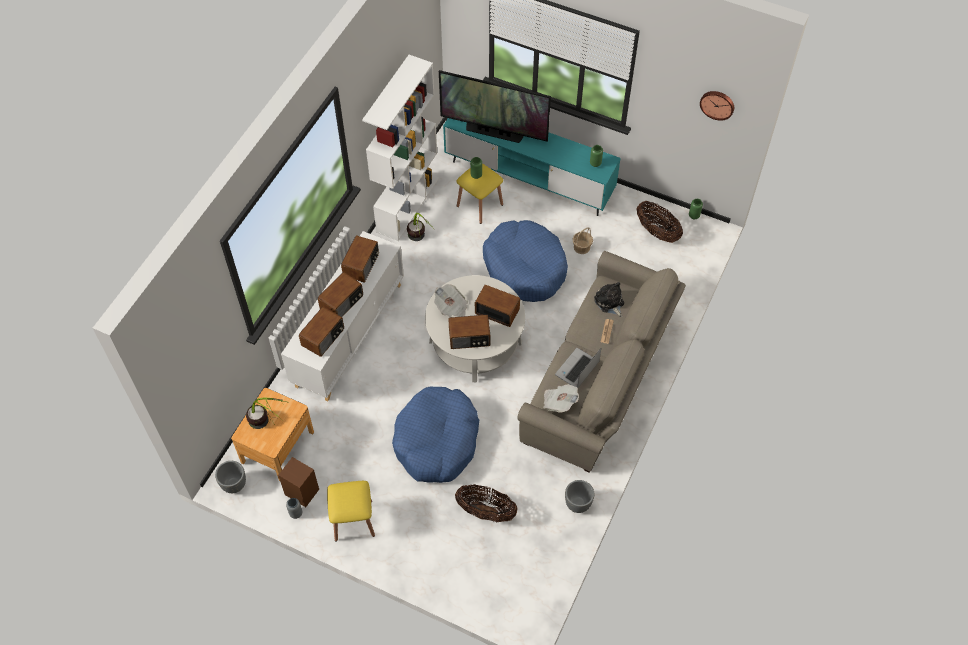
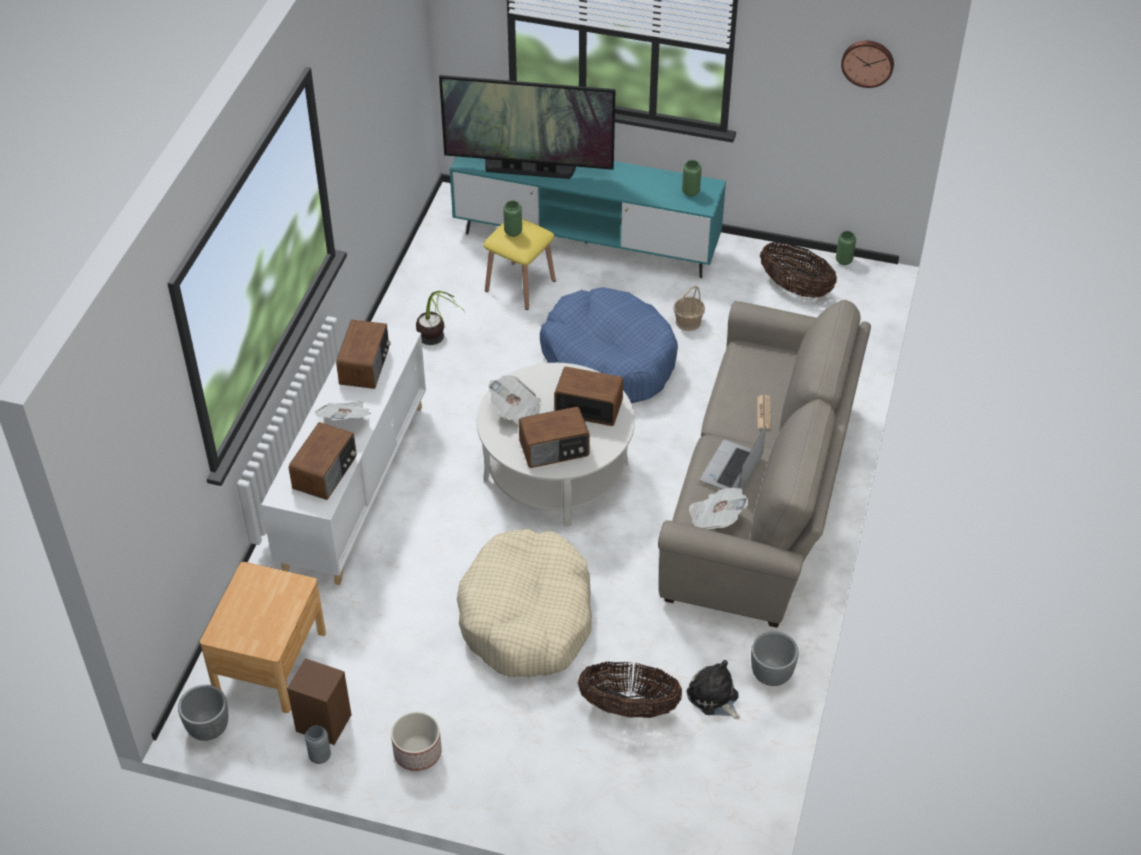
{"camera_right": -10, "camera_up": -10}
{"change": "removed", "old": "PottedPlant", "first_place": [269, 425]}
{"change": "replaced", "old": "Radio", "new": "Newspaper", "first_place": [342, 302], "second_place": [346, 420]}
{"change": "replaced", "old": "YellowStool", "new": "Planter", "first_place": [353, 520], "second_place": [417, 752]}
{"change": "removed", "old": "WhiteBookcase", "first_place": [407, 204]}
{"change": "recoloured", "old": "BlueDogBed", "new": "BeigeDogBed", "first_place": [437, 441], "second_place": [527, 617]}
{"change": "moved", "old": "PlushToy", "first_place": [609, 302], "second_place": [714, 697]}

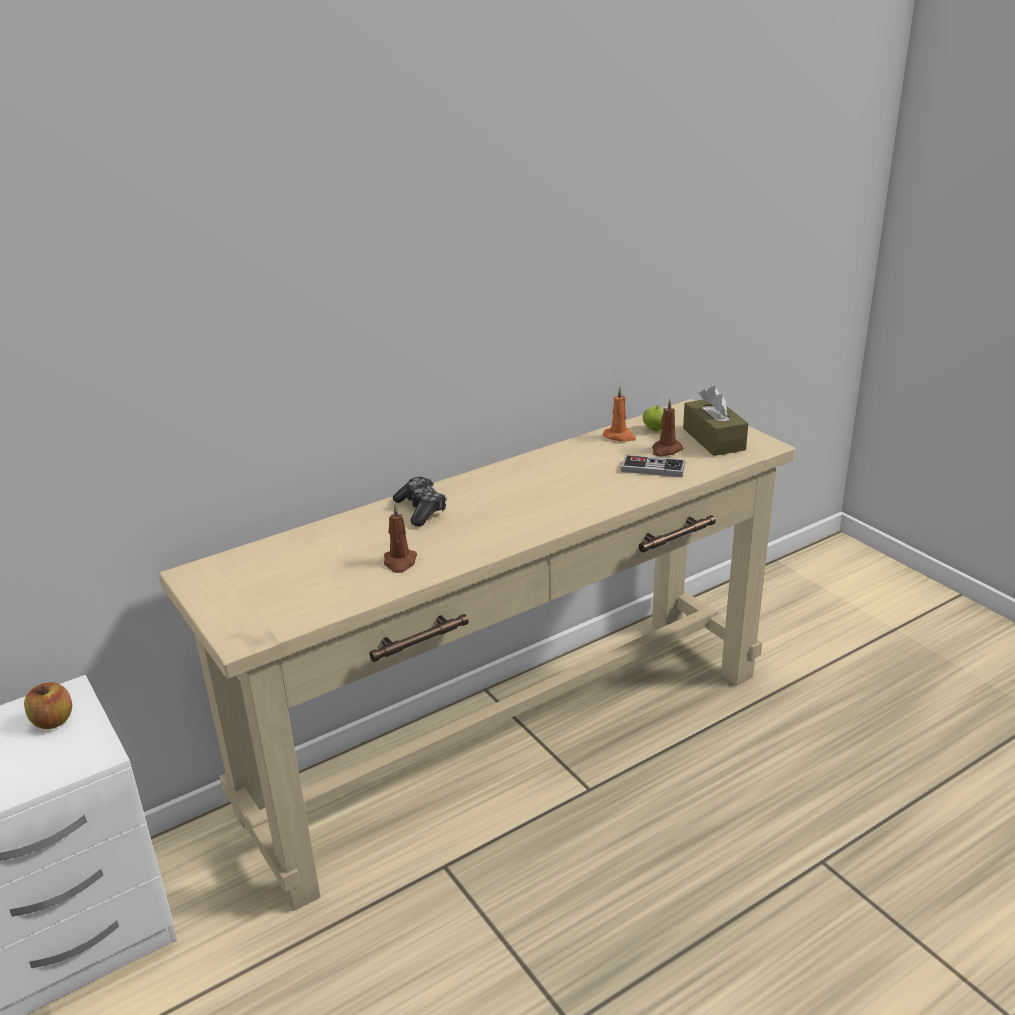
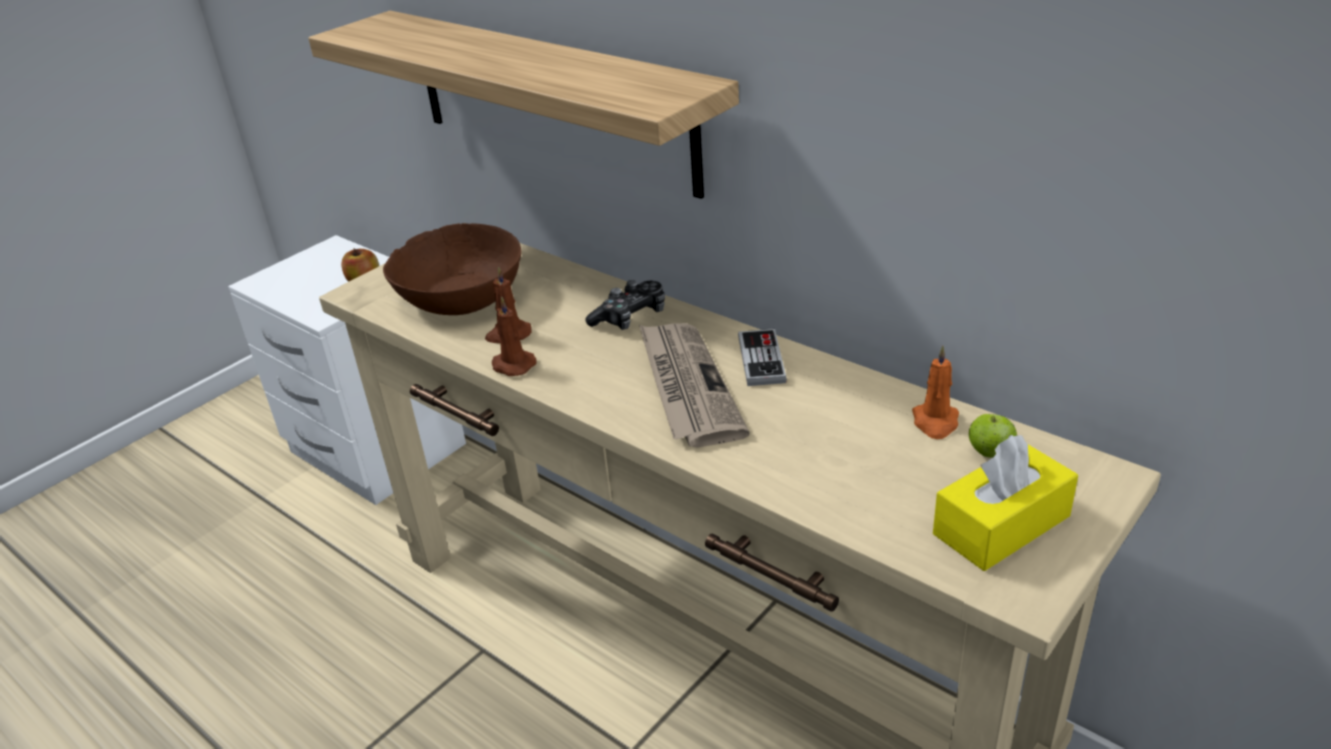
{"camera_right": 75, "camera_up": 5}
{"change": "moved", "old": "GameController", "first_place": [653, 468], "second_place": [761, 360]}
{"change": "moved", "old": "BrownCandle", "first_place": [666, 450], "second_place": [512, 365]}
{"change": "recoloured", "old": "BrownTissueBox", "new": "YellowTissueBox", "first_place": [713, 439], "second_place": [1001, 525]}
{"change": "added", "new": "Shelf", "second_place": [550, 99]}
{"change": "added", "new": "BrownBowl", "second_place": [460, 296]}
{"change": "added", "new": "Newspaper", "second_place": [686, 386]}

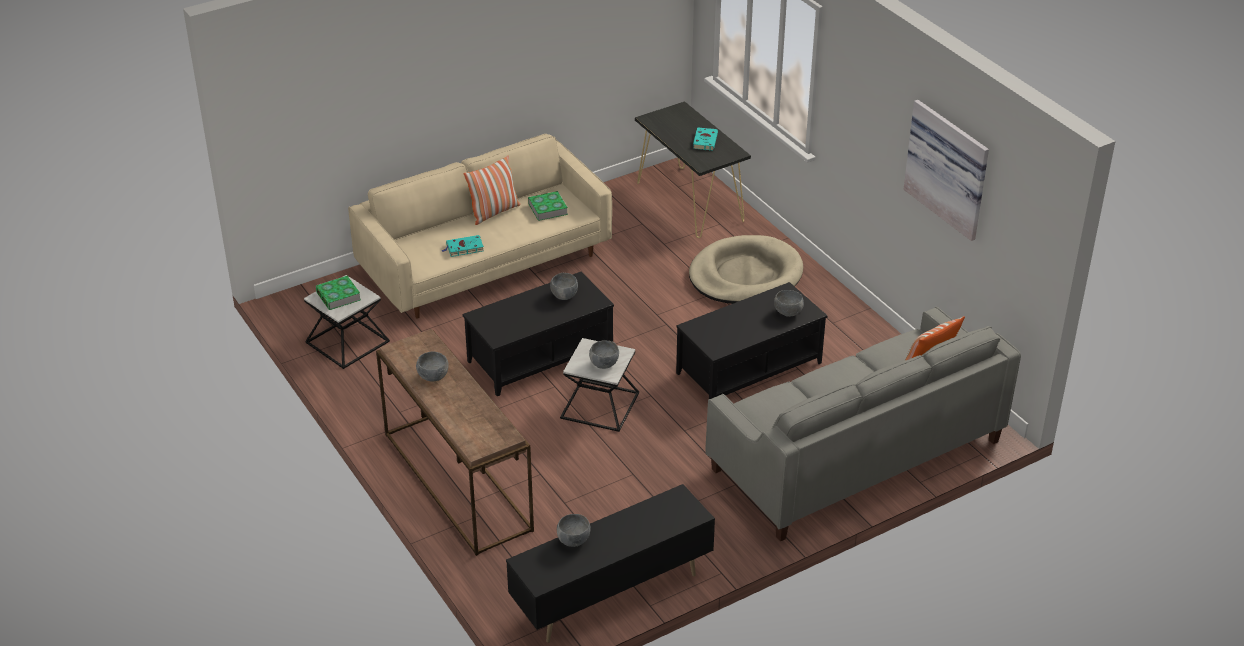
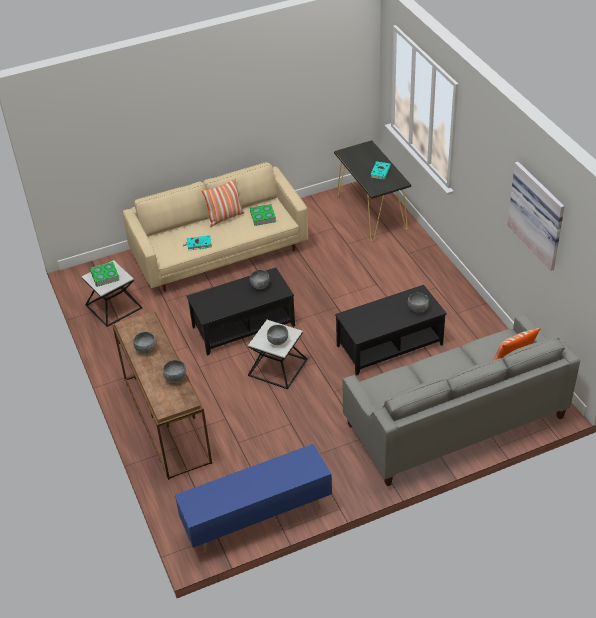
{"camera_right": 10, "camera_up": 5}
{"change": "recoloured", "old": "BlackTvStand", "new": "BlueTvStand", "first_place": [611, 595], "second_place": [256, 519]}
{"change": "moved", "old": "GreyBowl", "first_place": [573, 541], "second_place": [175, 378]}
{"change": "removed", "old": "BeigeDogBed", "first_place": [745, 275]}

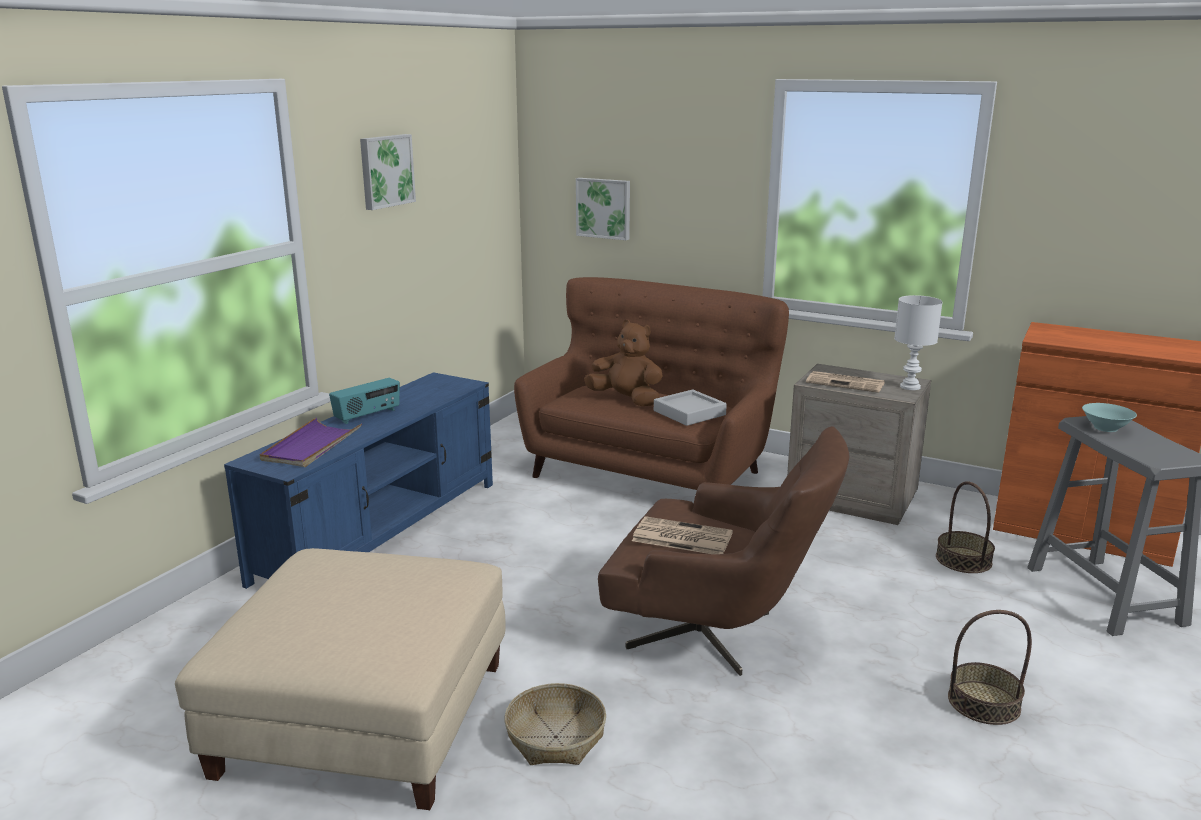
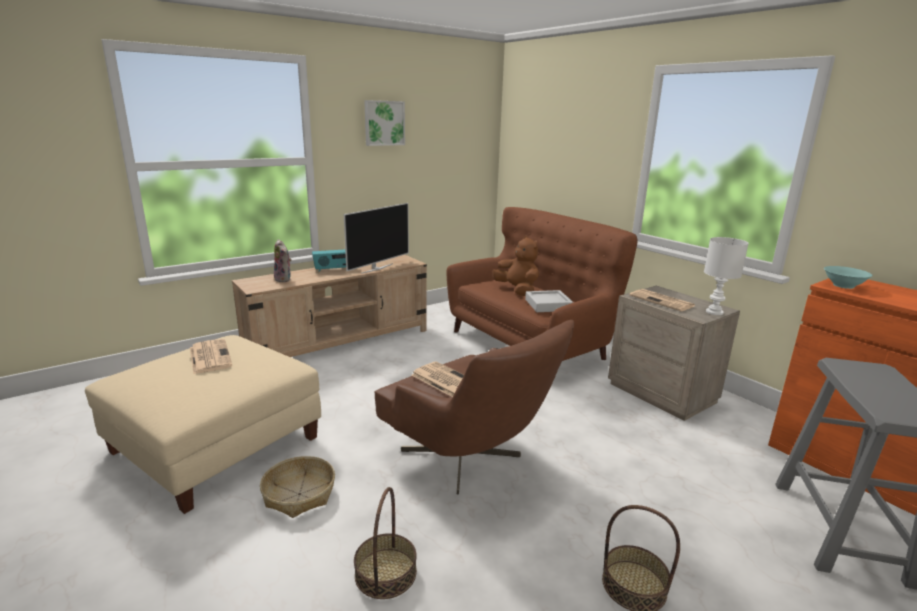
{"camera_right": 25, "camera_up": 0}
{"change": "recoloured", "old": "BlueTvStand", "new": "BeigeTvStand", "first_place": [381, 530], "second_place": [340, 342]}
{"change": "replaced", "old": "PurpleTray", "new": "PlushToy", "first_place": [311, 446], "second_place": [284, 279]}
{"change": "removed", "old": "Picture", "first_place": [604, 208]}
{"change": "moved", "old": "Basket", "first_place": [963, 560], "second_place": [386, 573]}
{"change": "moved", "old": "TurquoiseBowl", "first_place": [1105, 428], "second_place": [842, 285]}
{"change": "added", "new": "Newspaper", "second_place": [209, 356]}
{"change": "added", "new": "Television", "second_place": [376, 268]}

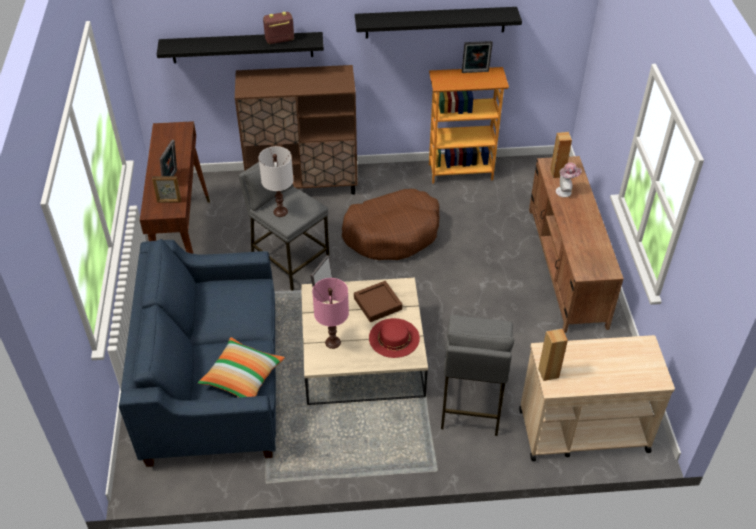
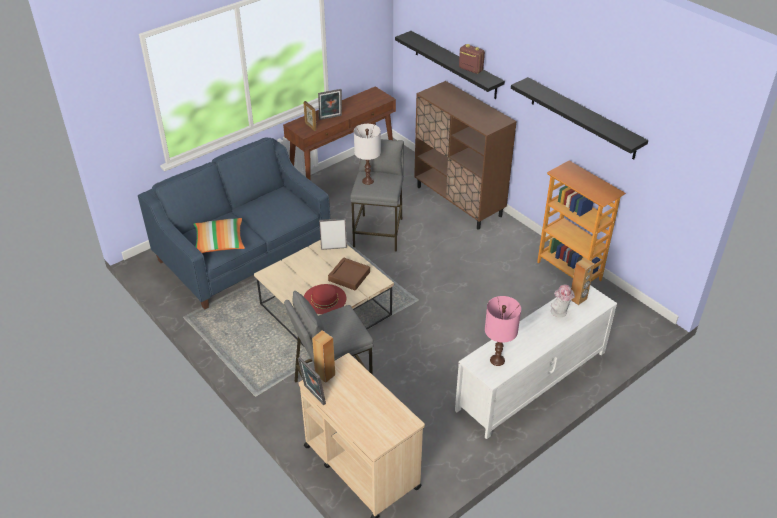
{"camera_right": 55, "camera_up": -5}
{"change": "moved", "old": "PinkTableLamp", "first_place": [333, 342], "second_place": [497, 360]}
{"change": "removed", "old": "BrownDogBed", "first_place": [392, 233]}
{"change": "moved", "old": "PictureFrame", "first_place": [475, 72], "second_place": [313, 395]}
{"change": "recoloured", "old": "BrownTvStand", "new": "WhiteTvStand", "first_place": [566, 266], "second_place": [531, 381]}

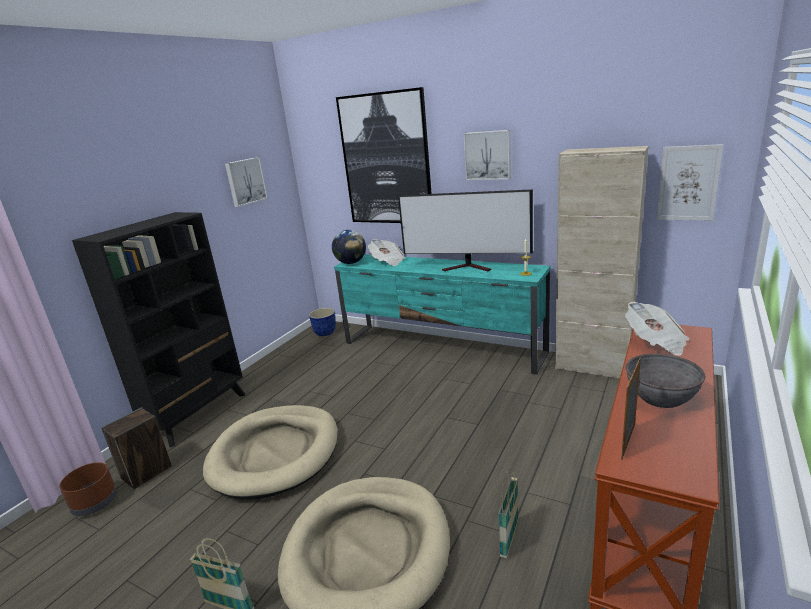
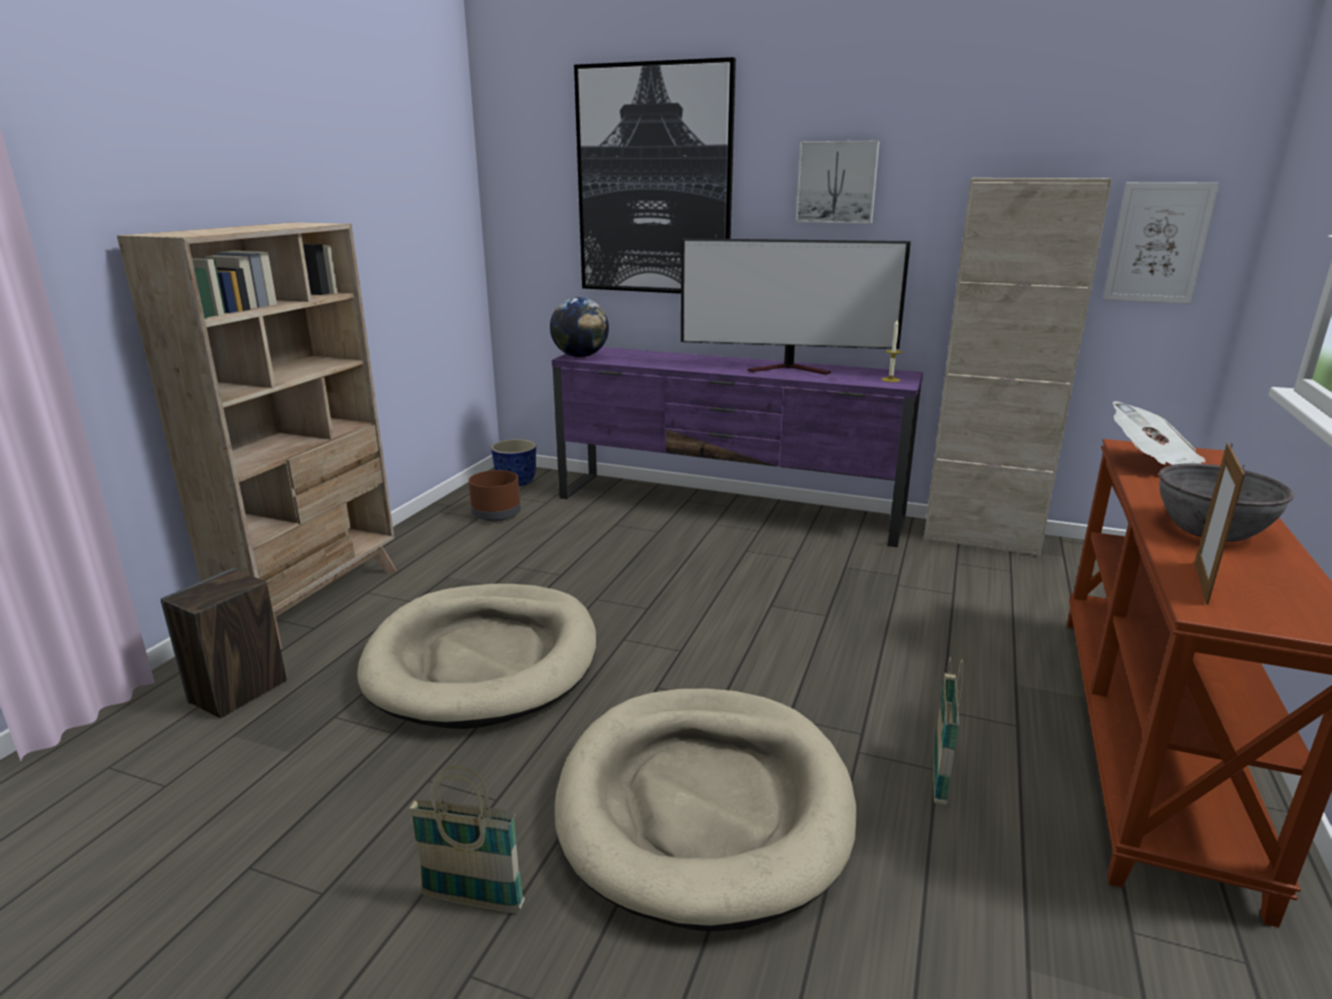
{"camera_right": -10, "camera_up": 0}
{"change": "moved", "old": "BrownPlanter", "first_place": [94, 503], "second_place": [496, 515]}
{"change": "recoloured", "old": "BlackBookcase", "new": "BeigeBookcase", "first_place": [199, 414], "second_place": [315, 600]}
{"change": "removed", "old": "Picture", "first_place": [245, 181]}
{"change": "recoloured", "old": "TurquoiseTvStand", "new": "PurpleTvStand", "first_place": [442, 348], "second_place": [728, 508]}
{"change": "removed", "old": "Newspaper", "first_place": [387, 261]}

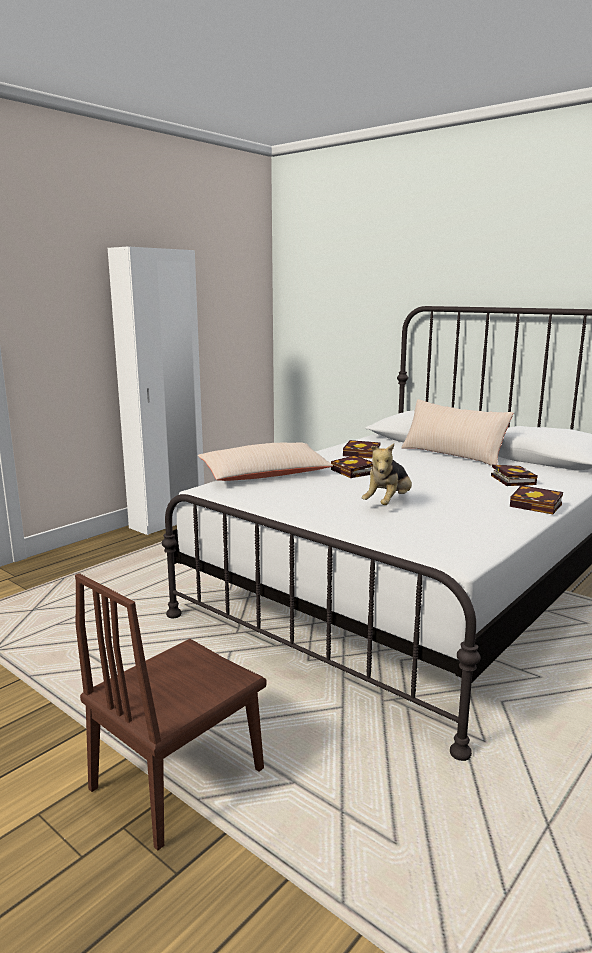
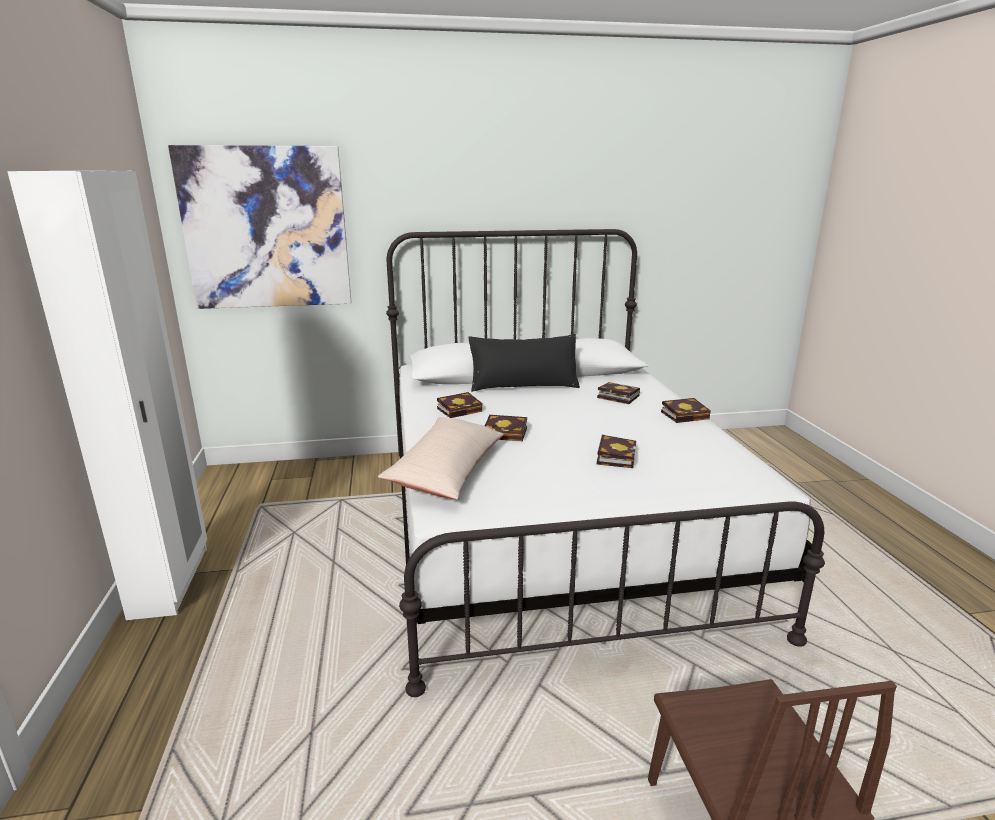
{"camera_right": -50, "camera_up": 5}
{"change": "replaced", "old": "PlushToy", "new": "Book", "first_place": [388, 503], "second_place": [615, 456]}
{"change": "recoloured", "old": "BeigePillow", "new": "BlackPillow", "first_place": [452, 455], "second_place": [523, 385]}
{"change": "added", "new": "Picture", "second_place": [266, 228]}

